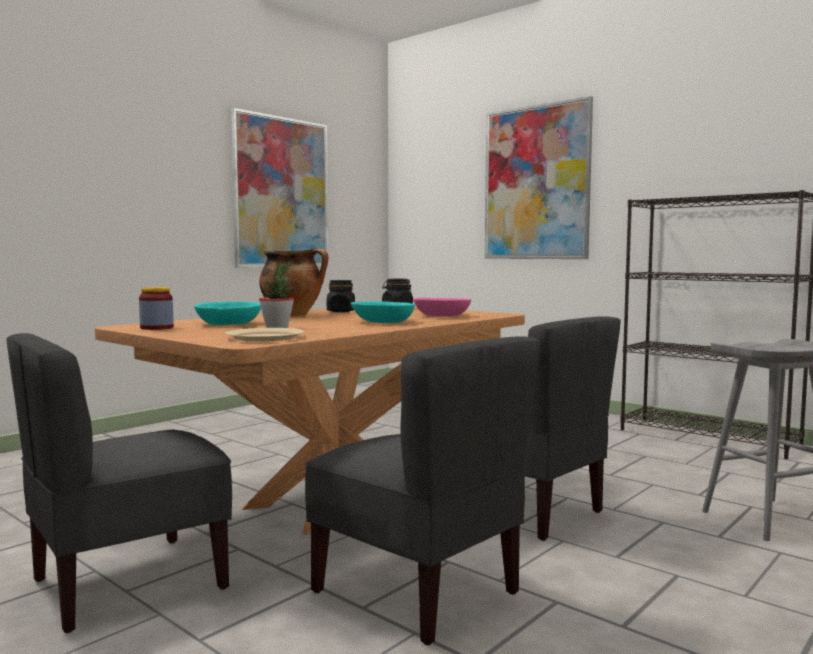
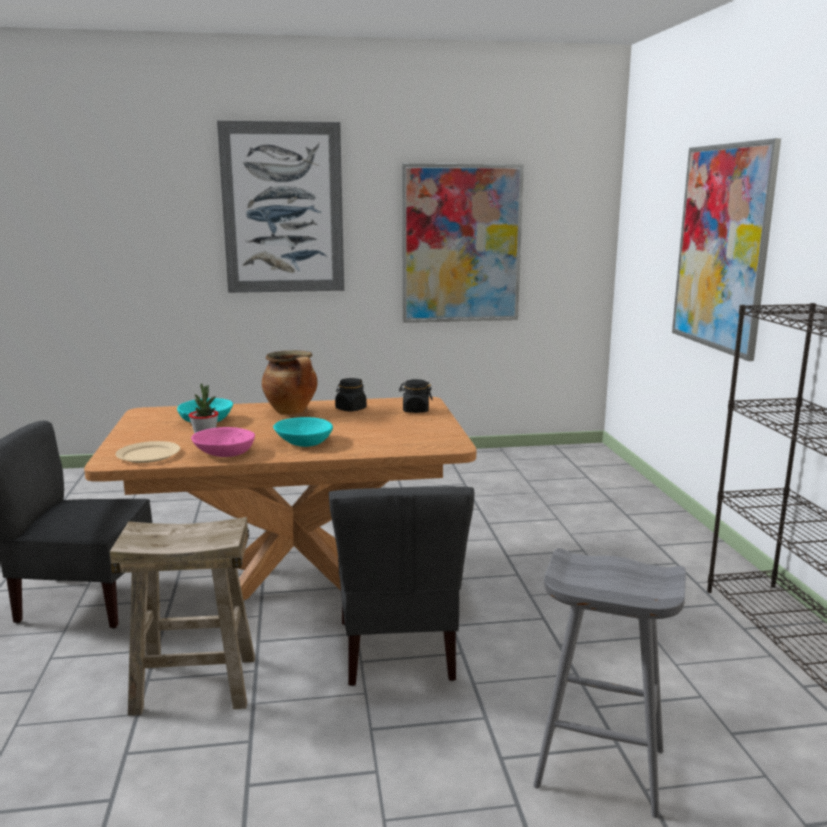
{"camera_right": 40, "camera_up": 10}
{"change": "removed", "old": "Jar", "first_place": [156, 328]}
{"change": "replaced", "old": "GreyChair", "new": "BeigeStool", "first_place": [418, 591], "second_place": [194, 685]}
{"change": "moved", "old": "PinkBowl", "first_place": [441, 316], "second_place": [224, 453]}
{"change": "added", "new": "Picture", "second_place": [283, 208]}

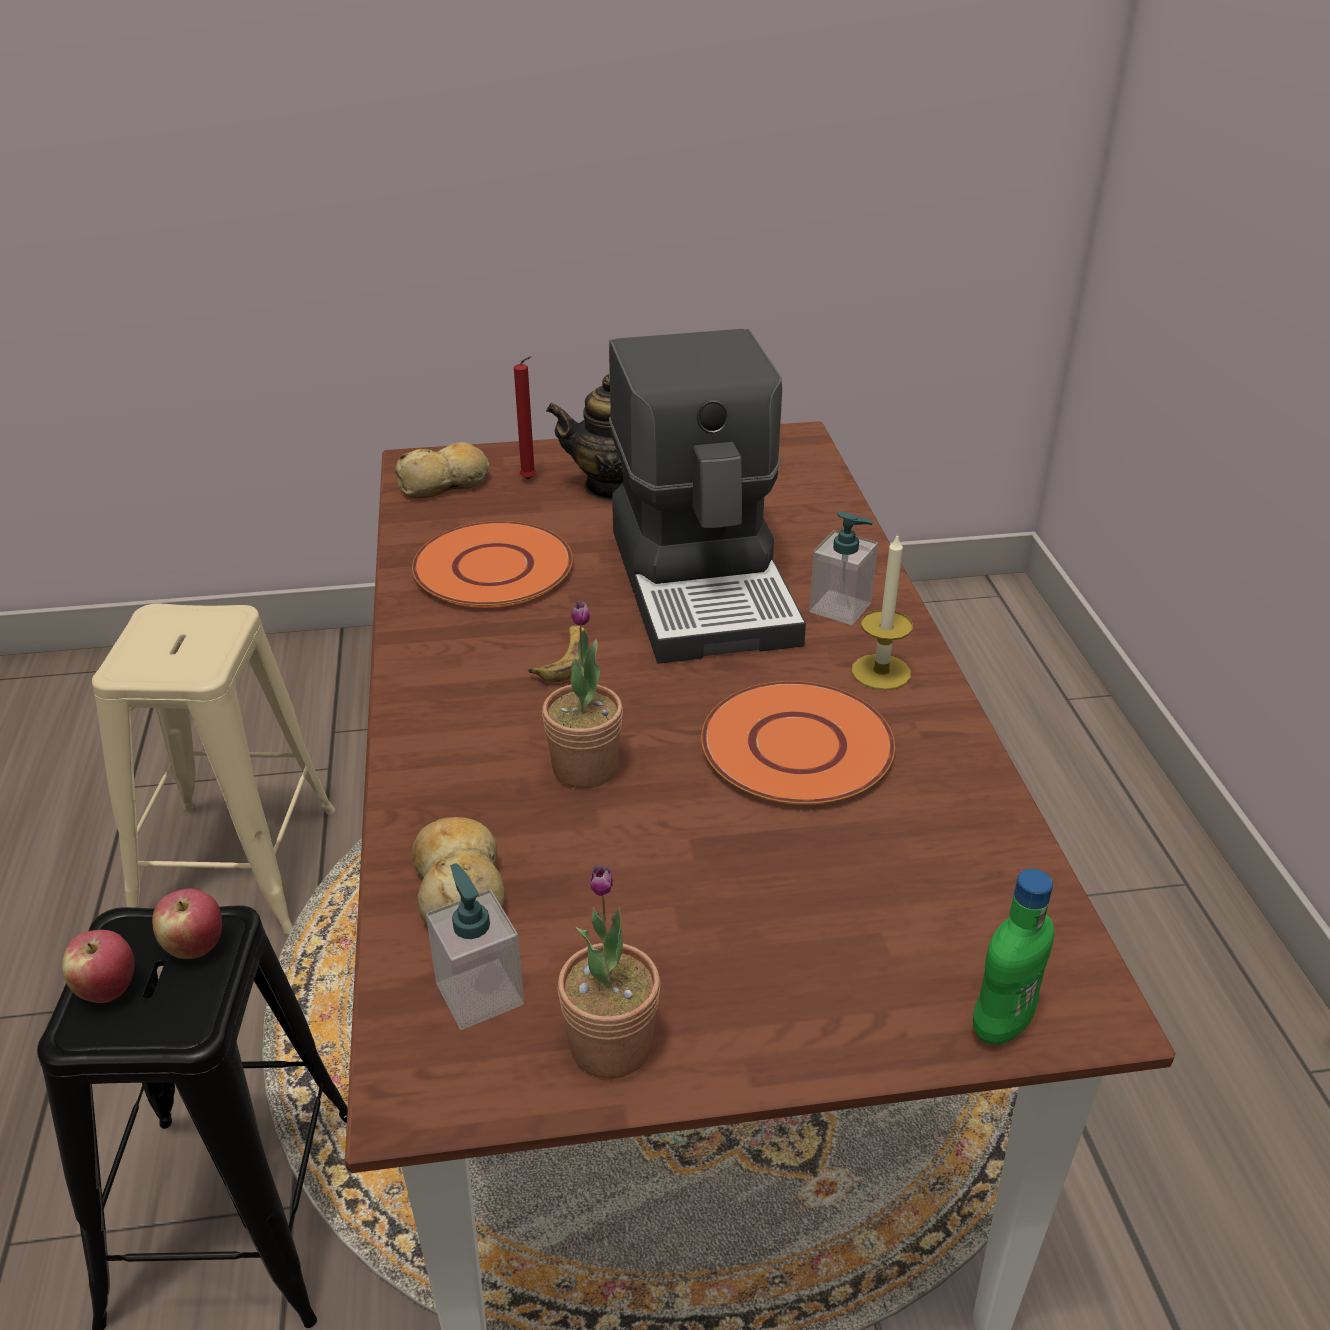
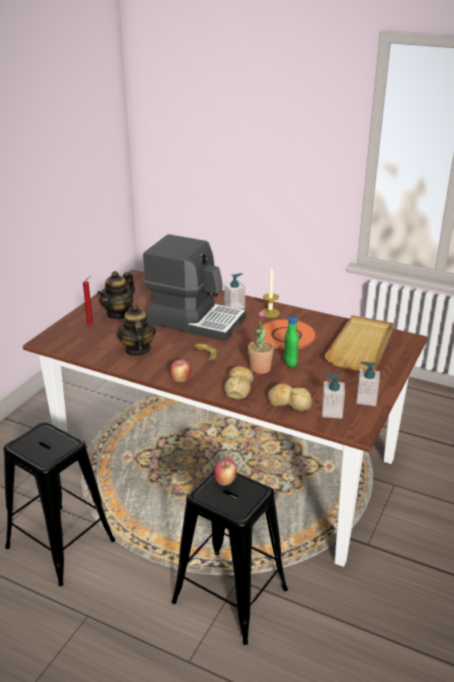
{"camera_right": -55, "camera_up": -5}
{"change": "moved", "old": "Apple", "first_place": [107, 989], "second_place": [180, 379]}
{"change": "recoloured", "old": "BeigeStool", "new": "BlackStool", "first_place": [235, 866], "second_place": [60, 544]}
{"change": "moved", "old": "Bread", "first_place": [445, 483], "second_place": [239, 387]}
{"change": "replaced", "old": "OrangePlate", "new": "Teapot", "first_place": [492, 568], "second_place": [137, 349]}
{"change": "replaced", "old": "PottedPlant", "new": "SoapDispenser", "first_place": [611, 1046], "second_place": [366, 399]}
{"change": "moved", "old": "GreenBottle", "first_place": [1001, 1024], "second_place": [290, 363]}
{"change": "added", "new": "BeigeTray", "second_place": [361, 346]}

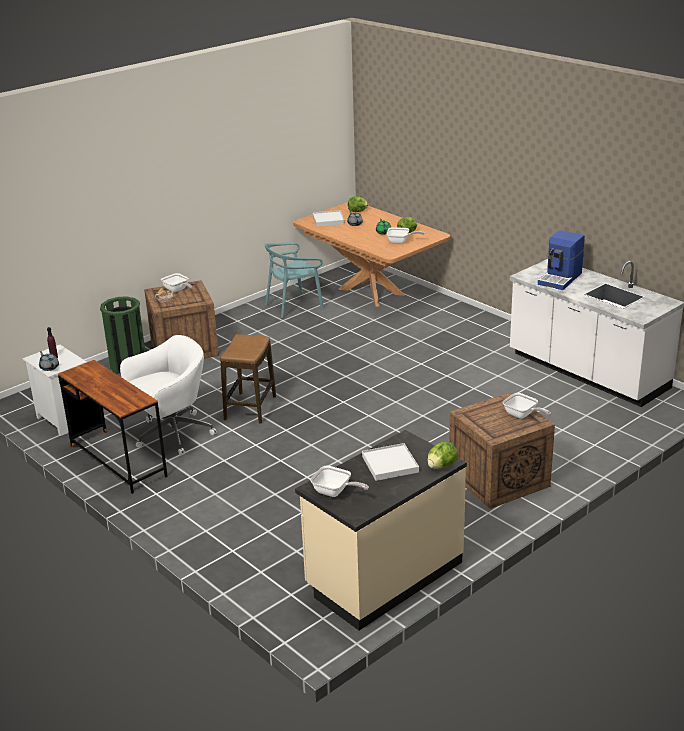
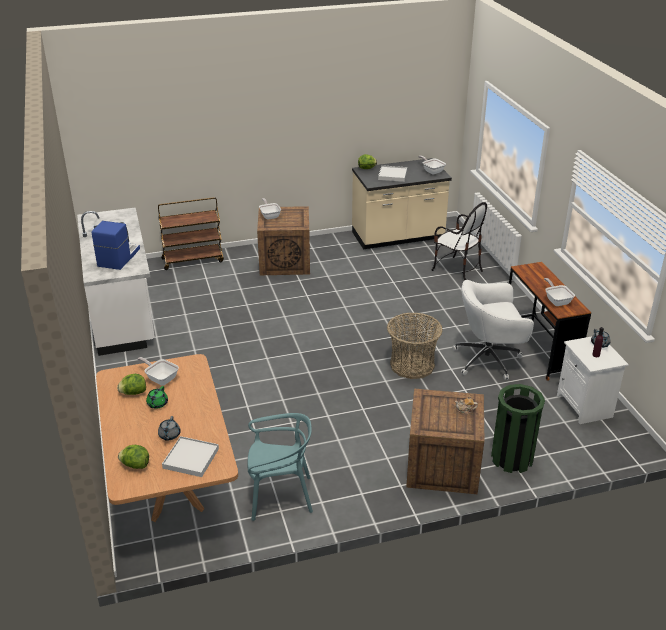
{"camera_right": -155, "camera_up": 5}
{"change": "moved", "old": "FryingPan", "first_place": [177, 290], "second_place": [556, 300]}
{"change": "replaced", "old": "Stool", "new": "Basket", "first_place": [250, 408], "second_place": [412, 365]}
{"change": "turned", "old": "CoffeeMachine", "first_place": [560, 279], "second_place": [118, 258], "degrees": -45}
{"change": "added", "new": "BrownCart", "second_place": [193, 260]}
{"change": "added", "new": "Chair", "second_place": [457, 270]}

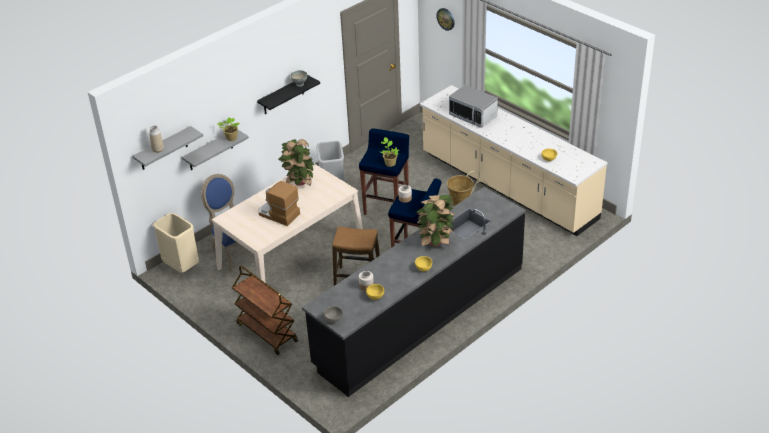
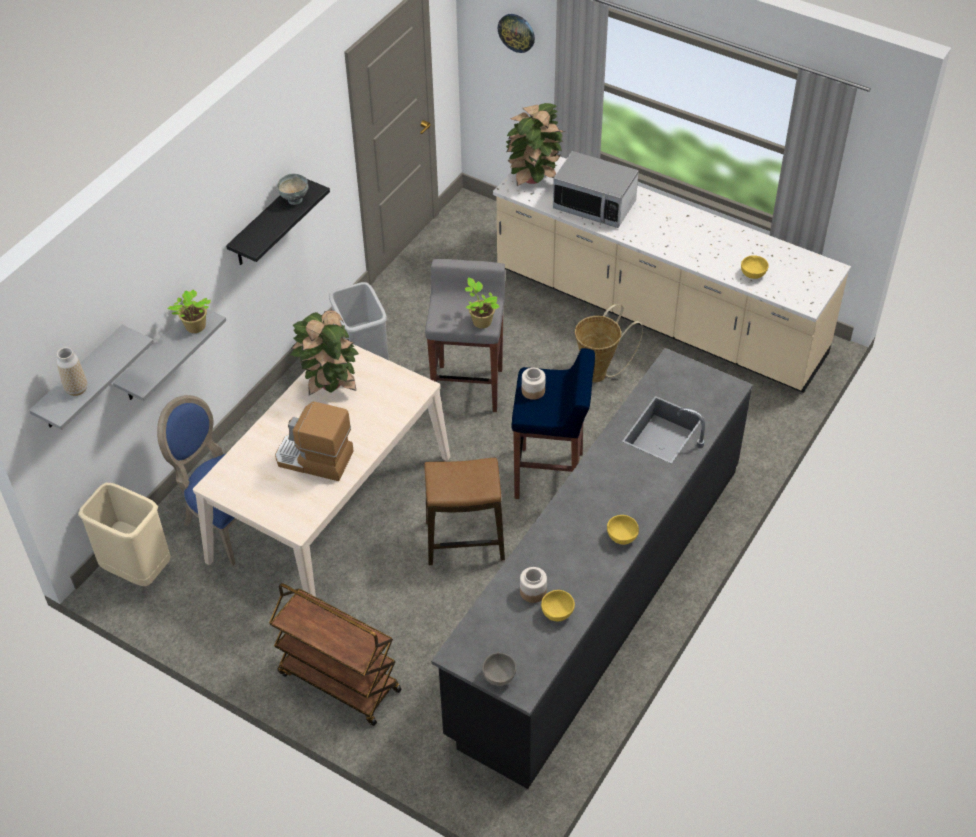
{"camera_right": -15, "camera_up": 10}
{"change": "recoloured", "old": "BlueStool", "new": "GreyStool", "first_place": [387, 207], "second_place": [468, 387]}
{"change": "moved", "old": "PottedPlant", "first_place": [436, 243], "second_place": [534, 178]}

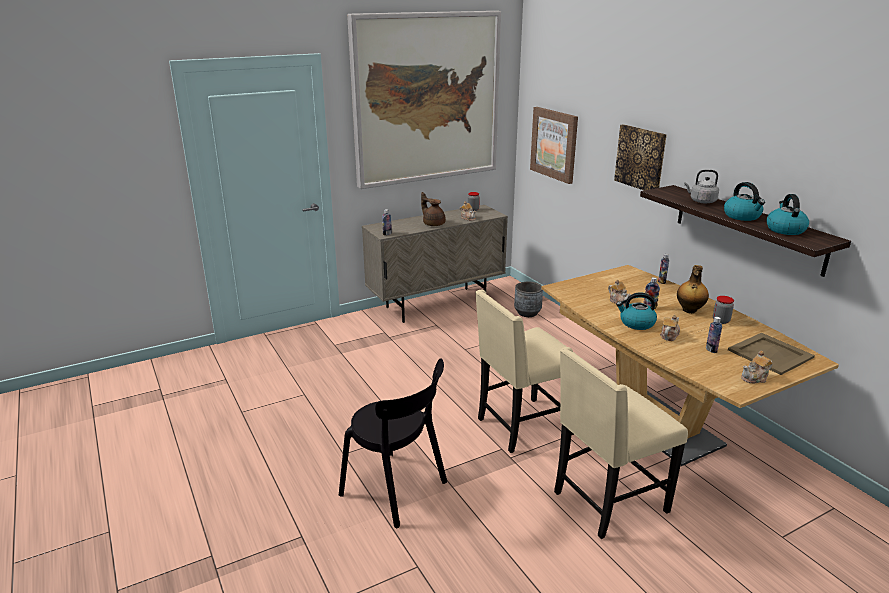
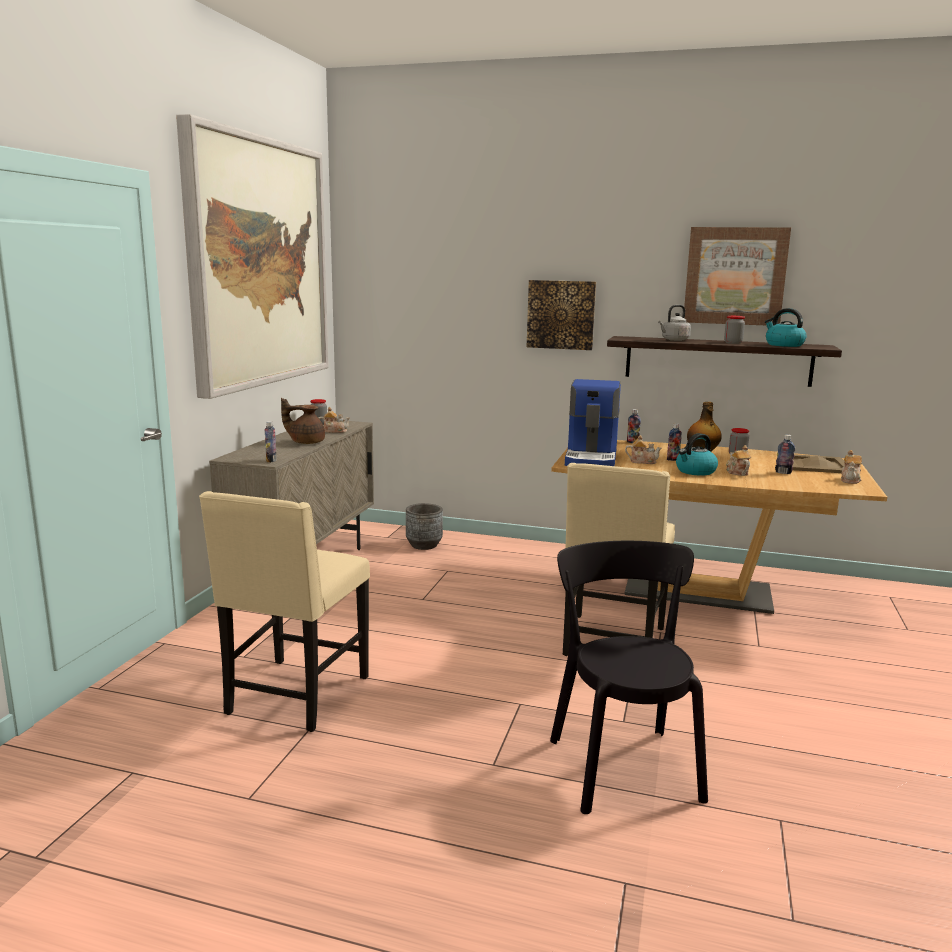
{"camera_right": -45, "camera_up": -10}
{"change": "turned", "old": "BlackChair", "first_place": [397, 490], "second_place": [622, 764], "degrees": -90}
{"change": "moved", "old": "Picture", "first_place": [554, 144], "second_place": [735, 276]}
{"change": "moved", "old": "BeigeChair", "first_place": [607, 502], "second_place": [295, 696]}
{"change": "replaced", "old": "Kettle", "new": "Jar", "first_place": [742, 216], "second_place": [733, 343]}
{"change": "added", "new": "CoffeeMachine", "second_place": [592, 458]}

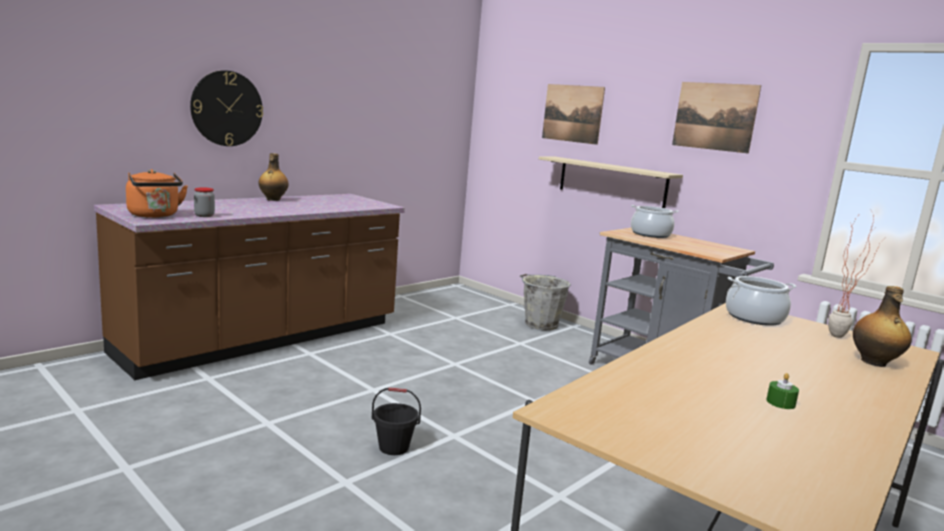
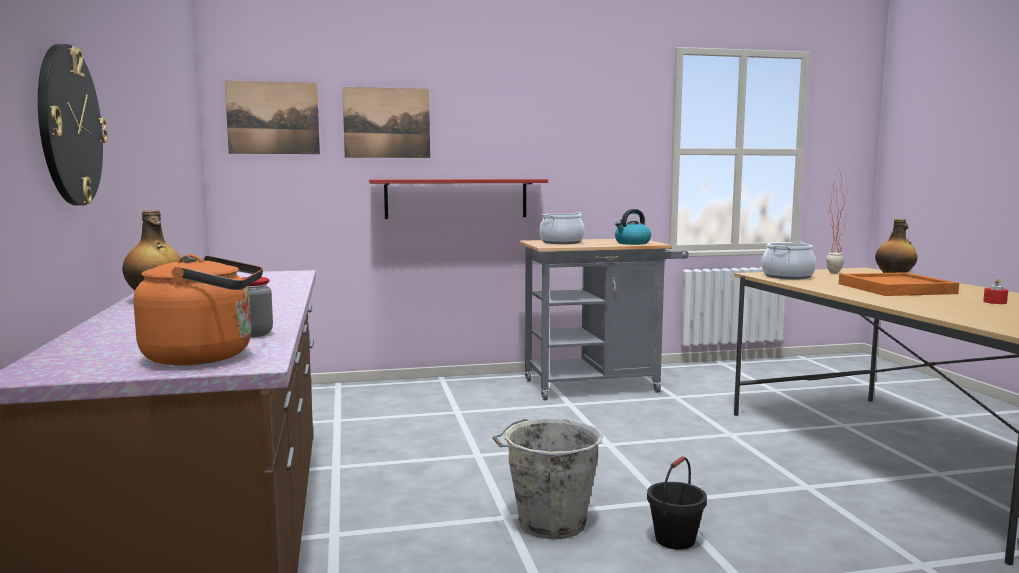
{"camera_right": -55, "camera_up": -5}
{"change": "moved", "old": "GreyBucket", "first_place": [540, 324], "second_place": [549, 523]}
{"change": "recoloured", "old": "BeigeShelf", "new": "RedShelf", "first_place": [611, 181], "second_place": [456, 198]}
{"change": "moved", "old": "Picture", "first_place": [714, 116], "second_place": [273, 118]}
{"change": "recoloured", "old": "GreenCandle", "new": "RedCandle", "first_place": [780, 403], "second_place": [995, 302]}
{"change": "added", "new": "Kettle", "second_place": [632, 243]}
{"change": "added", "new": "OrangeTray", "second_place": [897, 289]}

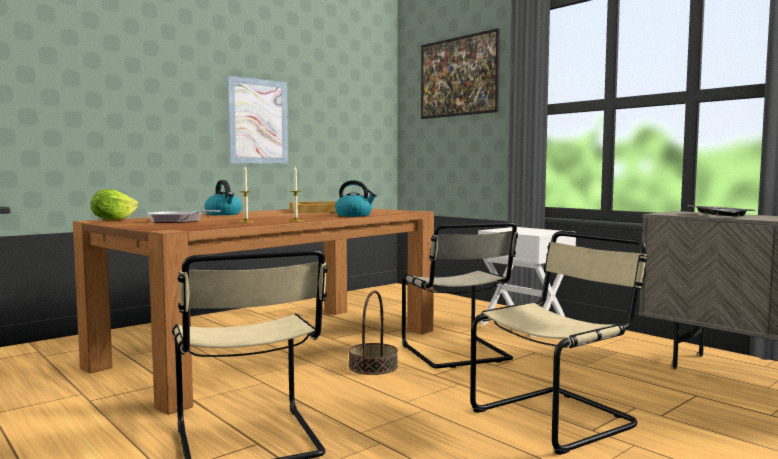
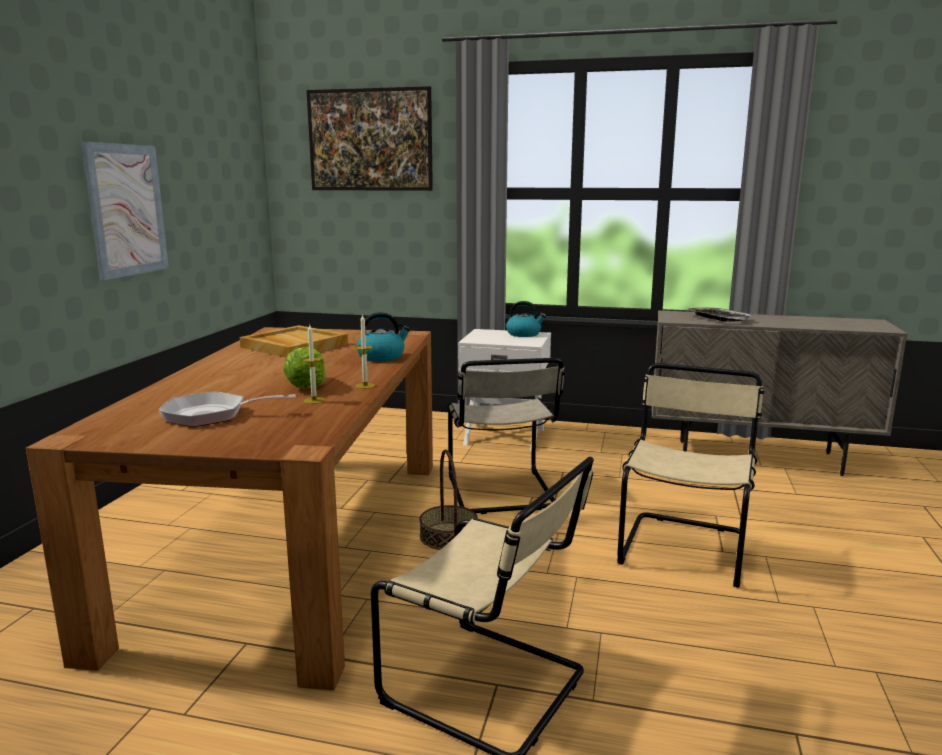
{"camera_right": -35, "camera_up": 10}
{"change": "moved", "old": "Lettuce", "first_place": [113, 219], "second_place": [306, 386]}
{"change": "moved", "old": "Kettle", "first_place": [224, 214], "second_place": [524, 334]}
{"change": "turned", "old": "BeigeChair", "first_place": [458, 354], "second_place": [502, 493], "degrees": 45}

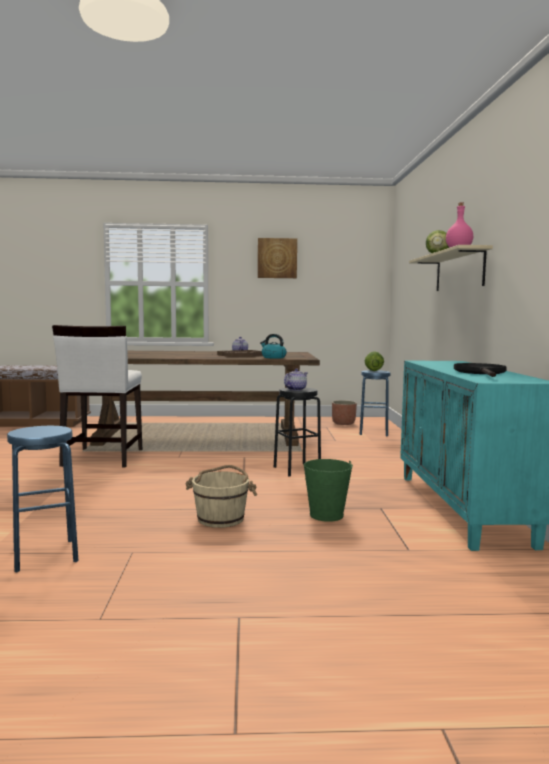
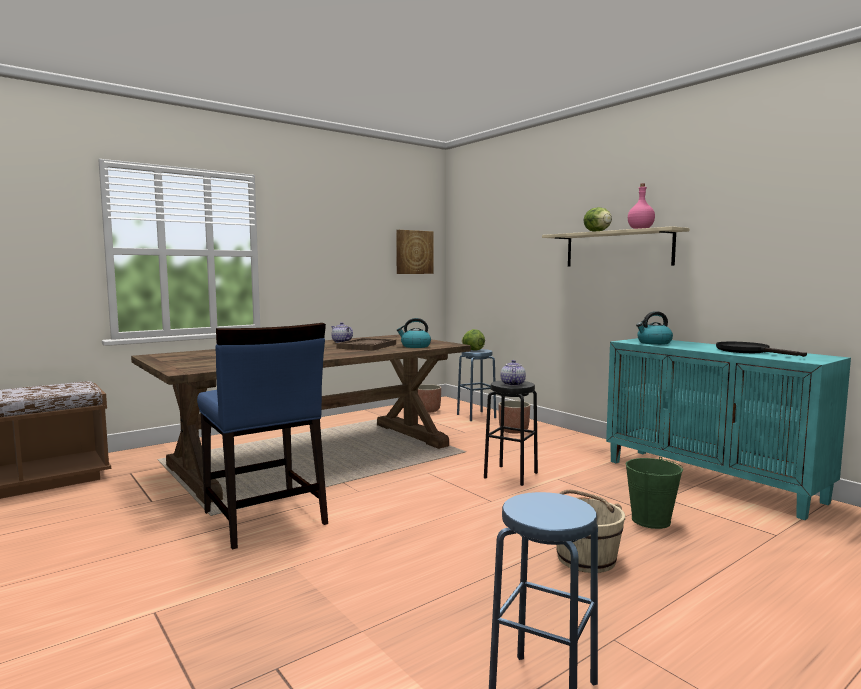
{"camera_right": -35, "camera_up": 0}
{"change": "recoloured", "old": "WhiteChair", "new": "BlueChair", "first_place": [102, 458], "second_place": [264, 518]}
{"change": "moved", "old": "Picture", "first_place": [277, 258], "second_place": [414, 252]}
{"change": "added", "new": "Planter", "second_place": [513, 430]}
{"change": "added", "new": "Kettle", "second_place": [653, 343]}

